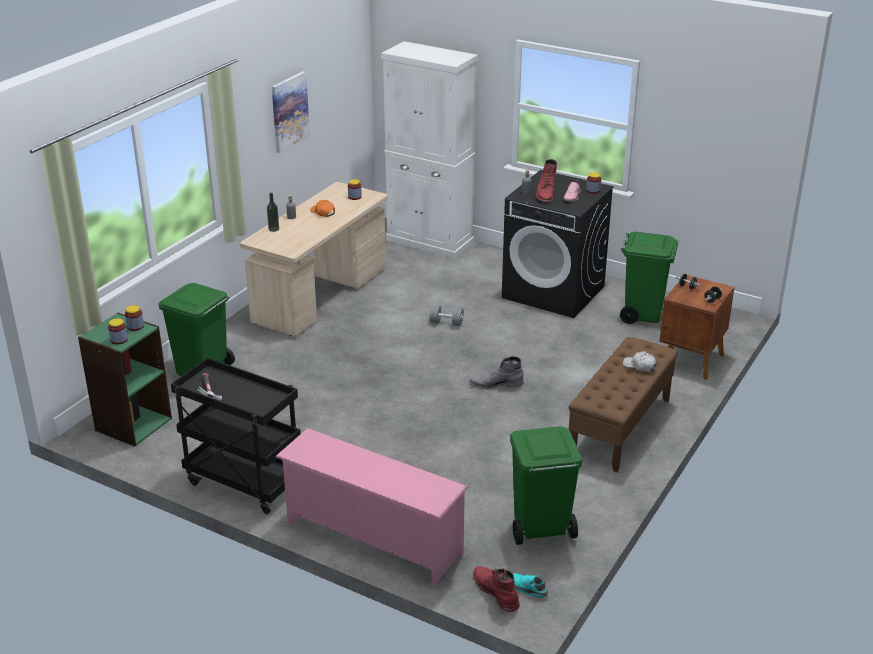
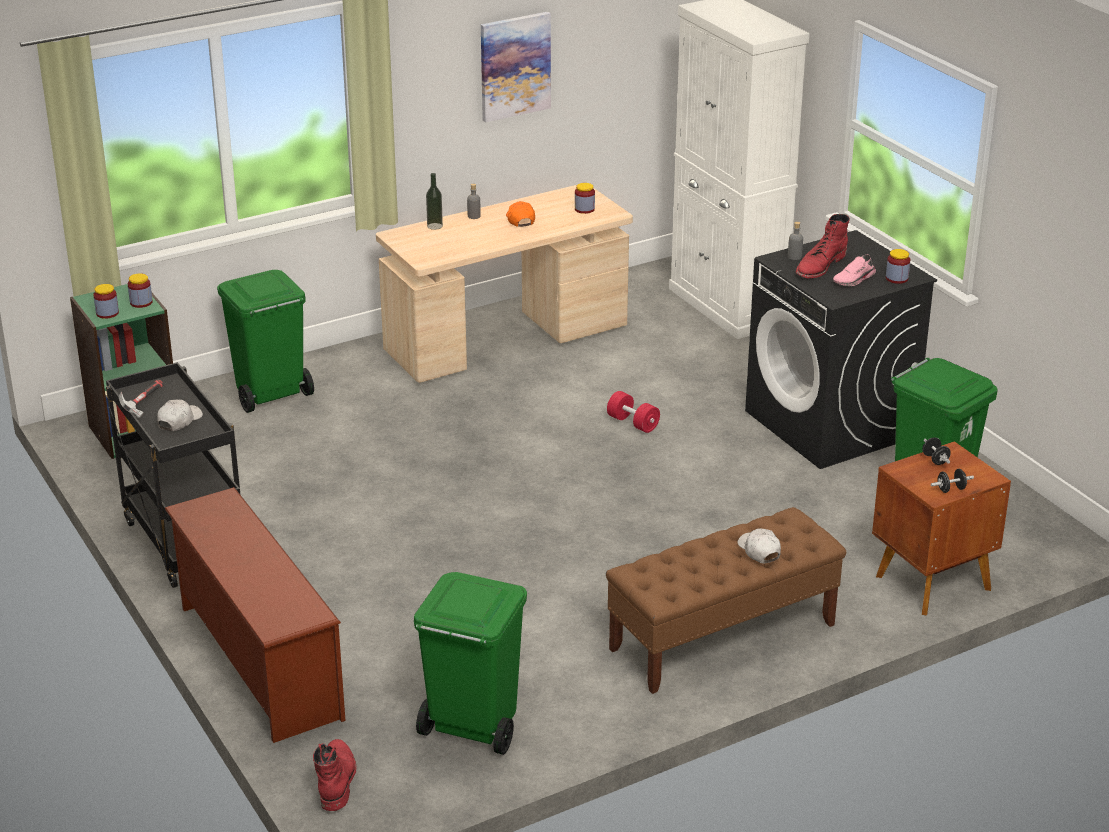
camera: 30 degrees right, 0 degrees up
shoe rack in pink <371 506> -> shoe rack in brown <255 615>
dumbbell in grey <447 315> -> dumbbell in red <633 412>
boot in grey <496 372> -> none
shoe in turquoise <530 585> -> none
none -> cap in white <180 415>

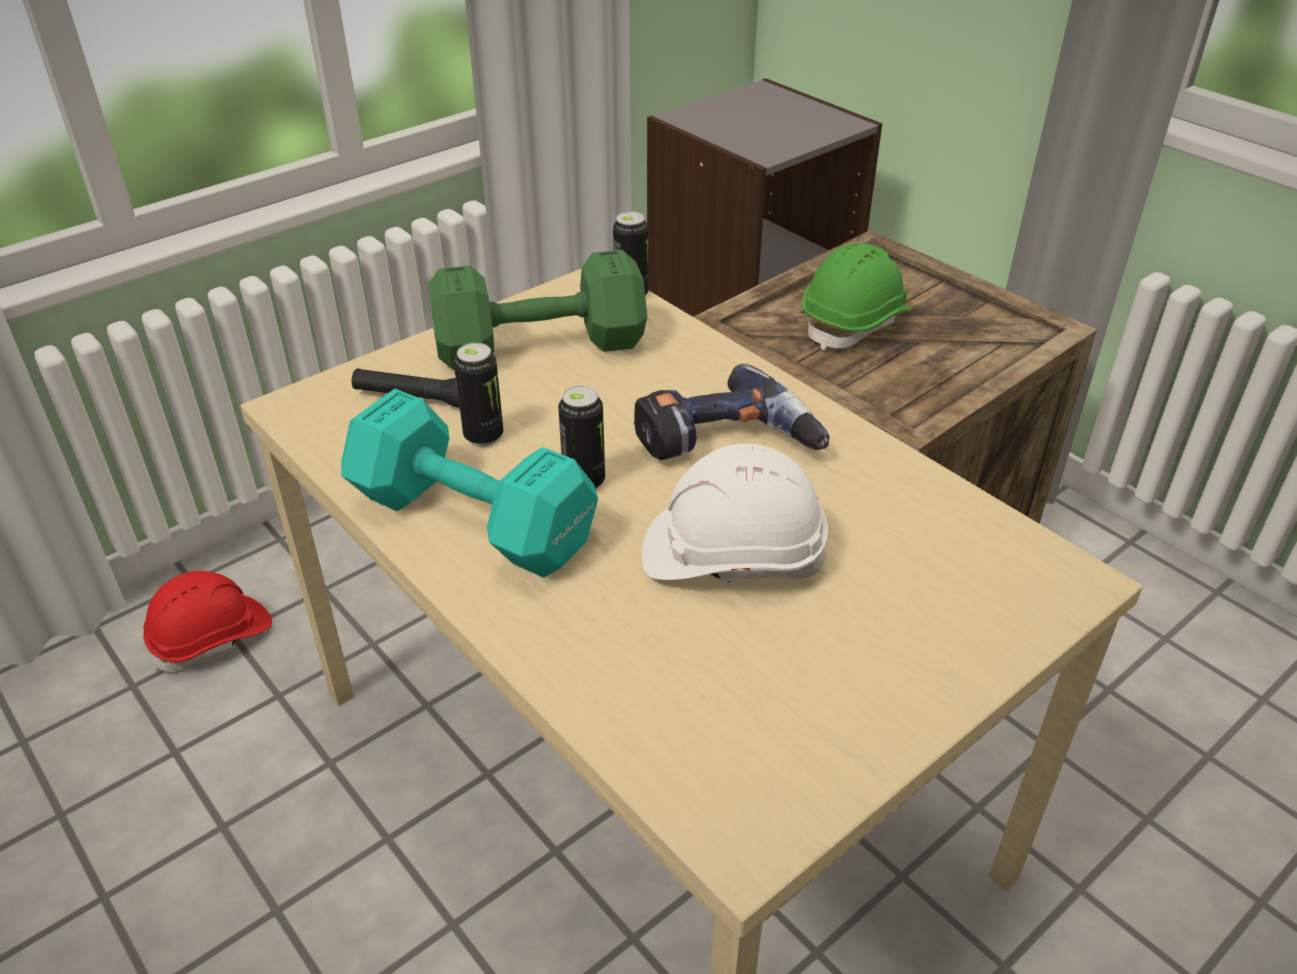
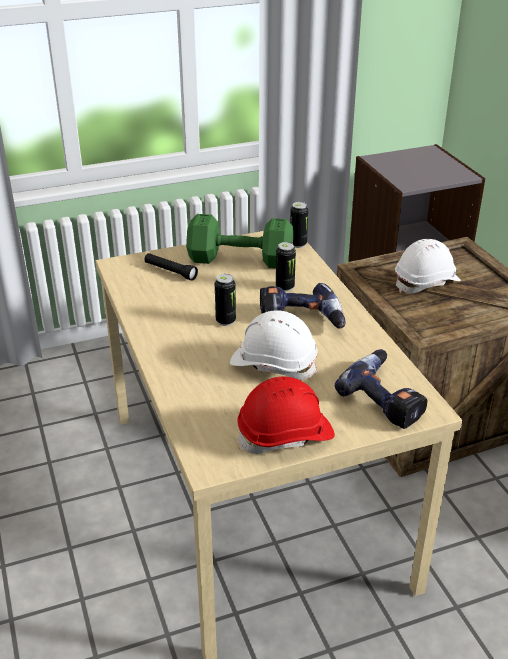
camera: 20 degrees right, 5 degrees down
hard hat in red <207 621> -> hard hat in red <286 415>, shifted
dumbbell in turquoise <469 483> -> none
can <478 394> -> can <286 267>, shifted
hard hat in green <856 297> -> hard hat in white <428 266>
none -> power drill <381 389>

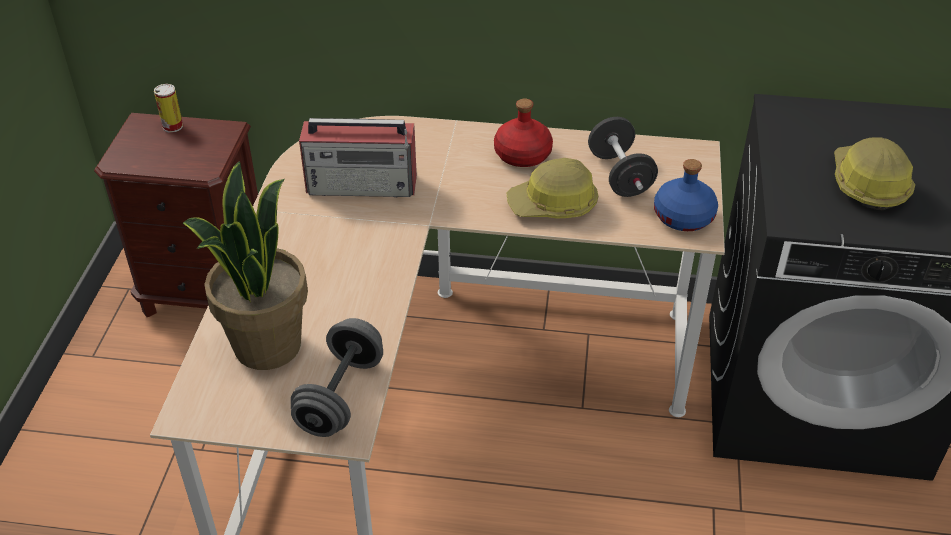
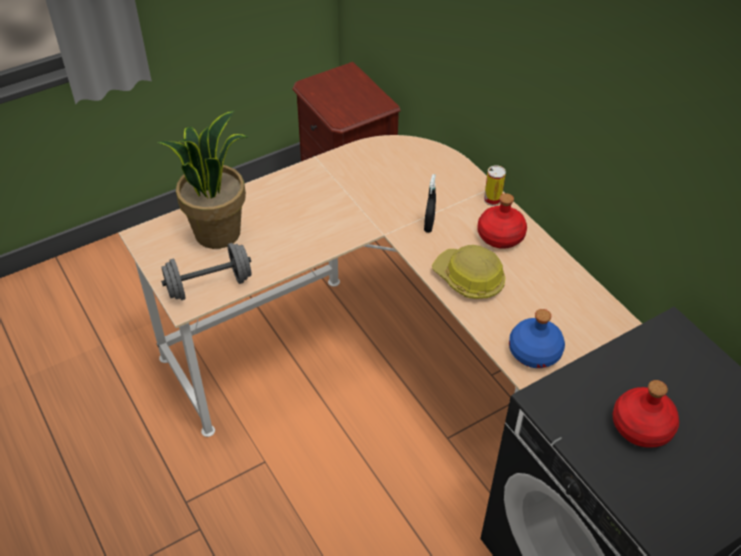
camera: 50 degrees right, 5 degrees up
can <168 108> -> can <495 185>, shifted
radio <358 157> -> none
dumbbell in black <623 157> -> none
hard hat <874 173> -> bottle in red <646 414>
none -> spray bottle in black <430 203>

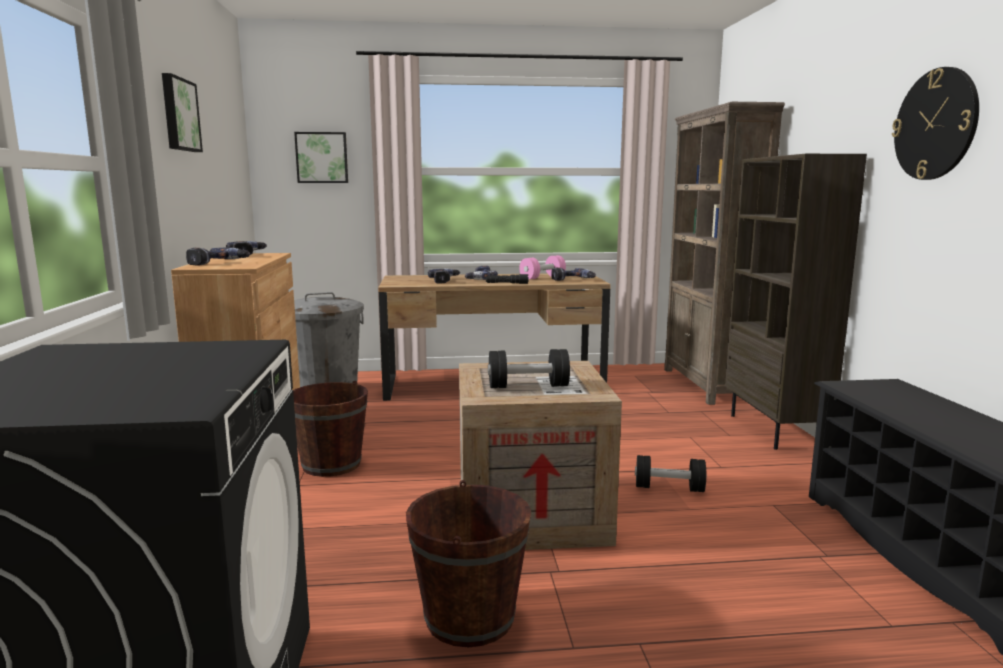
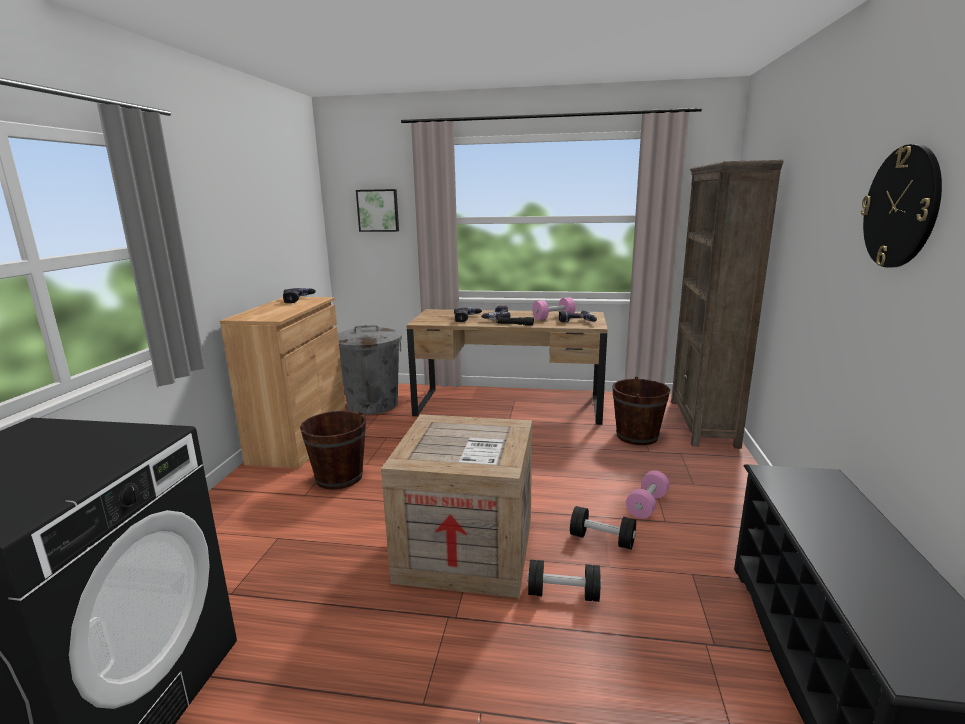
camera: 15 degrees right, 5 degrees up
picture <182 112> -> none
power drill <218 257> -> none
bucket in brown <468 563> -> bucket in brown <641 410>, shifted
dumbbell in black <529 368> -> dumbbell in black <564 581>, shifted
bookcase in brown <796 302> -> none
none -> dumbbell in pink <648 494>

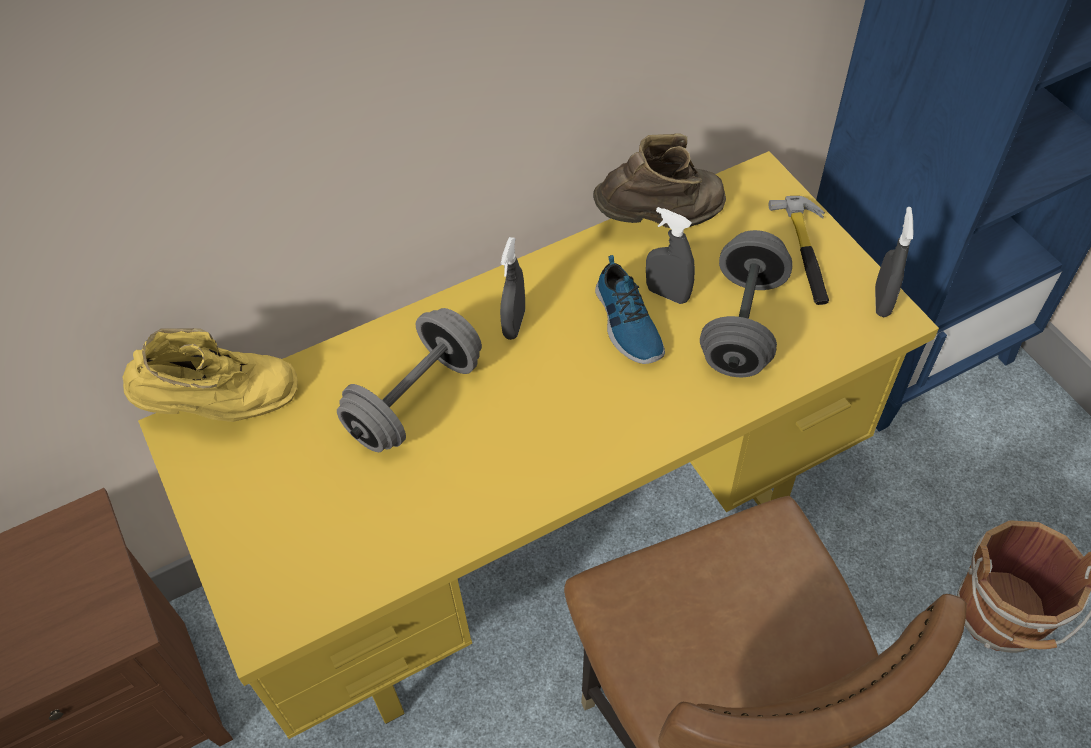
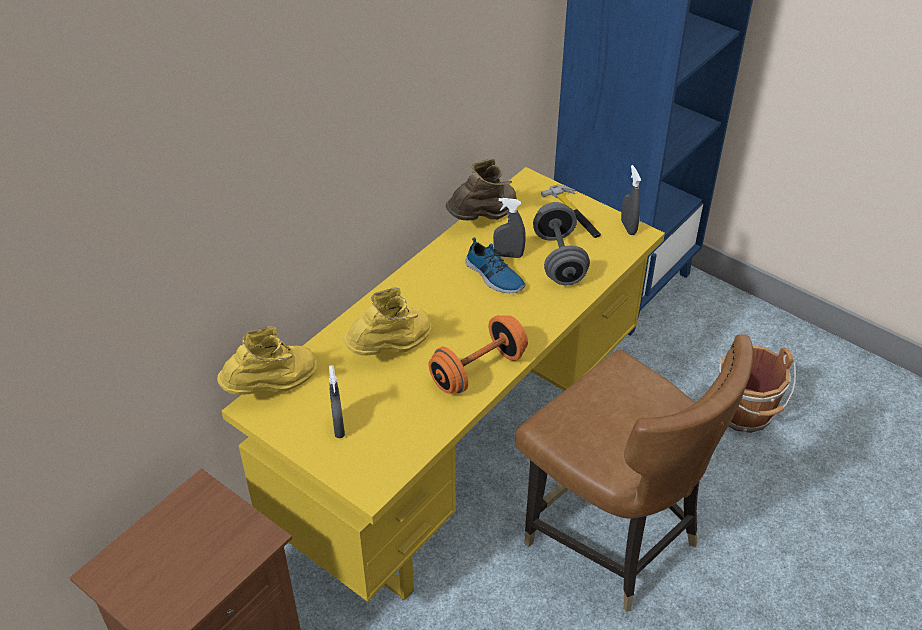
camera: 25 degrees left, 10 degrees down
dumbbell in grey <409 380> -> boot in yellow <387 321>
spray bottle in grey <512 288> -> spray bottle in grey <337 401>, shifted
none -> dumbbell in orange <478 354>

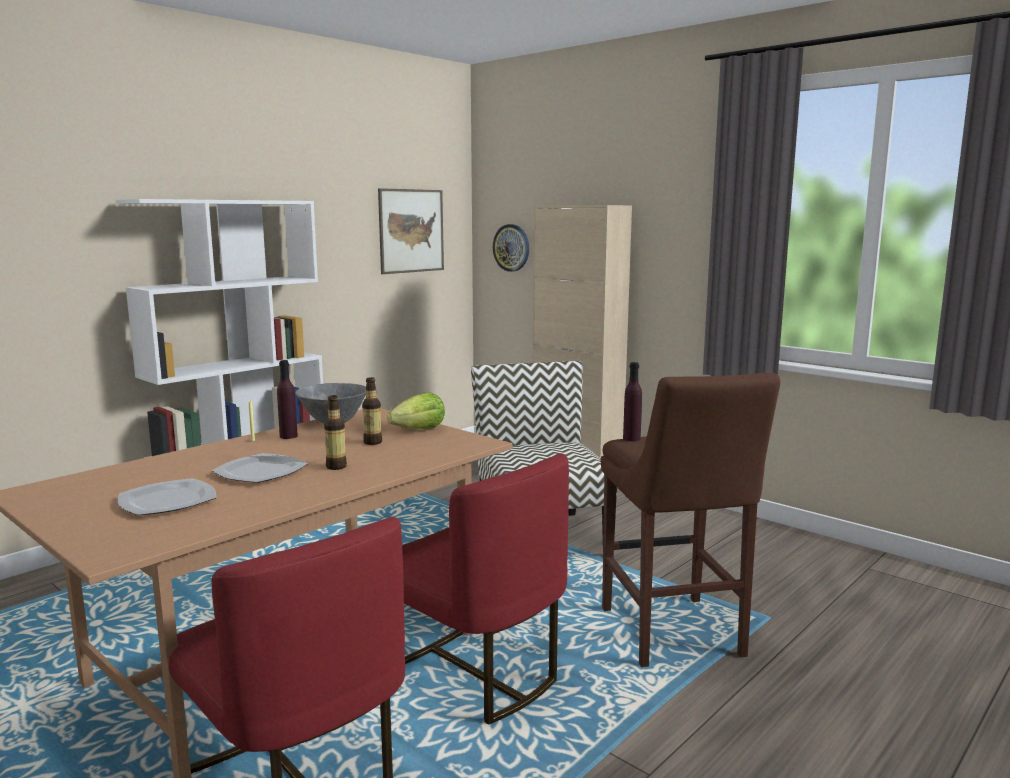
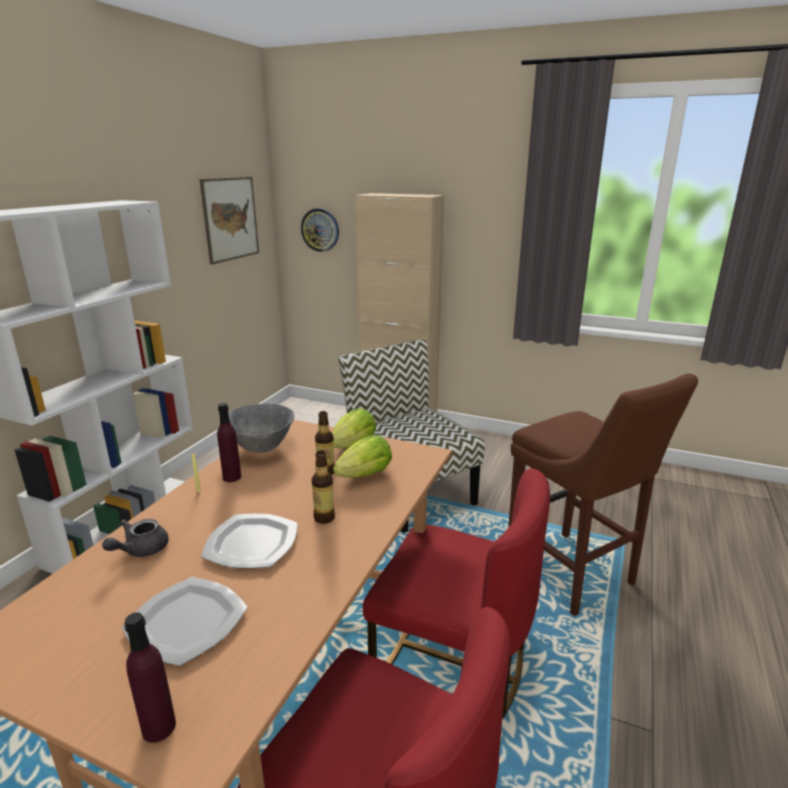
camera: 20 degrees left, 10 degrees up
bottle in purple <632 401> -> bottle in purple <150 677>, shifted
none -> teapot in grey <135 538>
none -> lettuce <362 456>

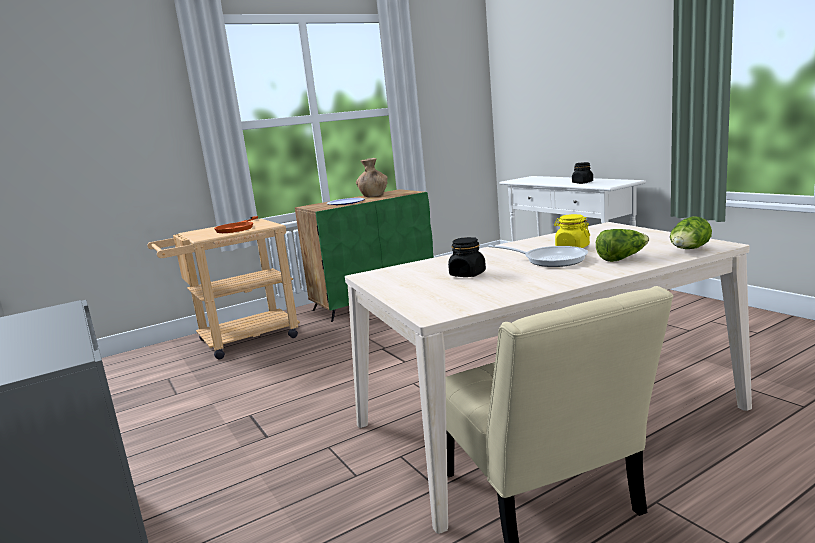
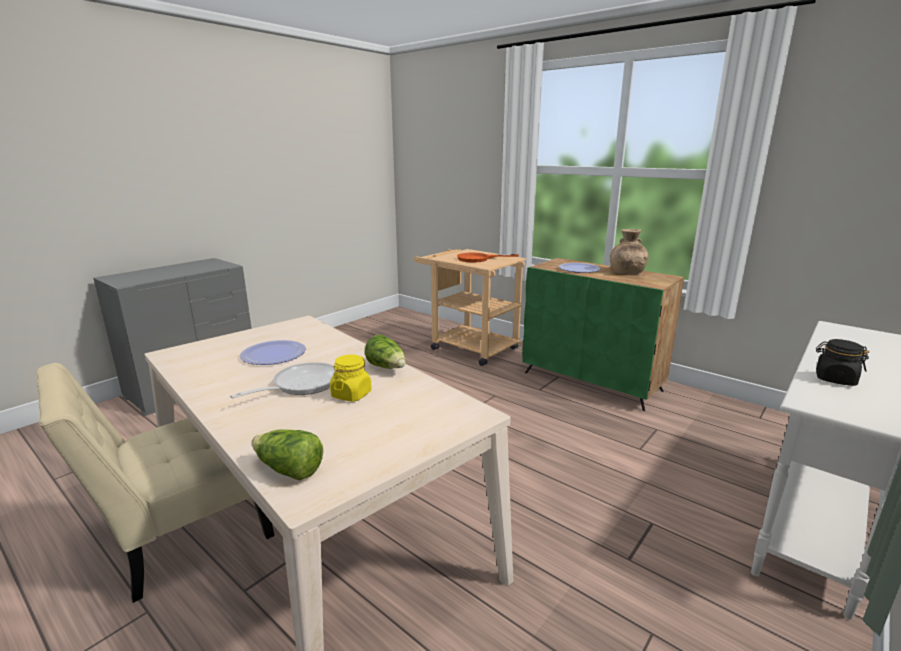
camera: 70 degrees right, 5 degrees up
jar in black <467 257> -> plate <273 352>
frying pan <538 256> -> frying pan <282 380>, 150 degrees counterclockwise
lettuce <622 245> -> lettuce <385 351>, shifted

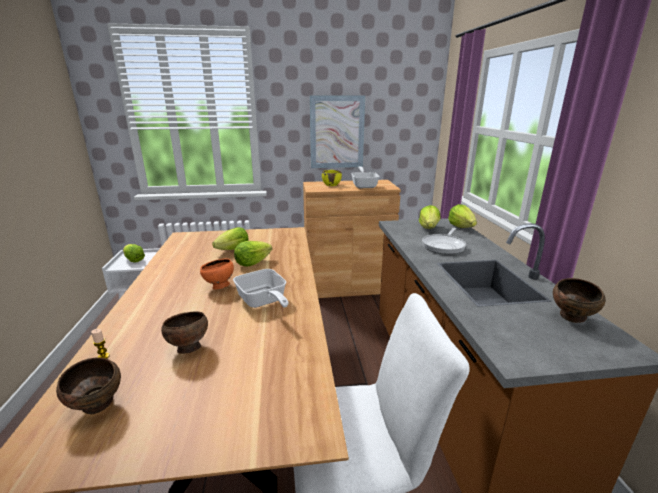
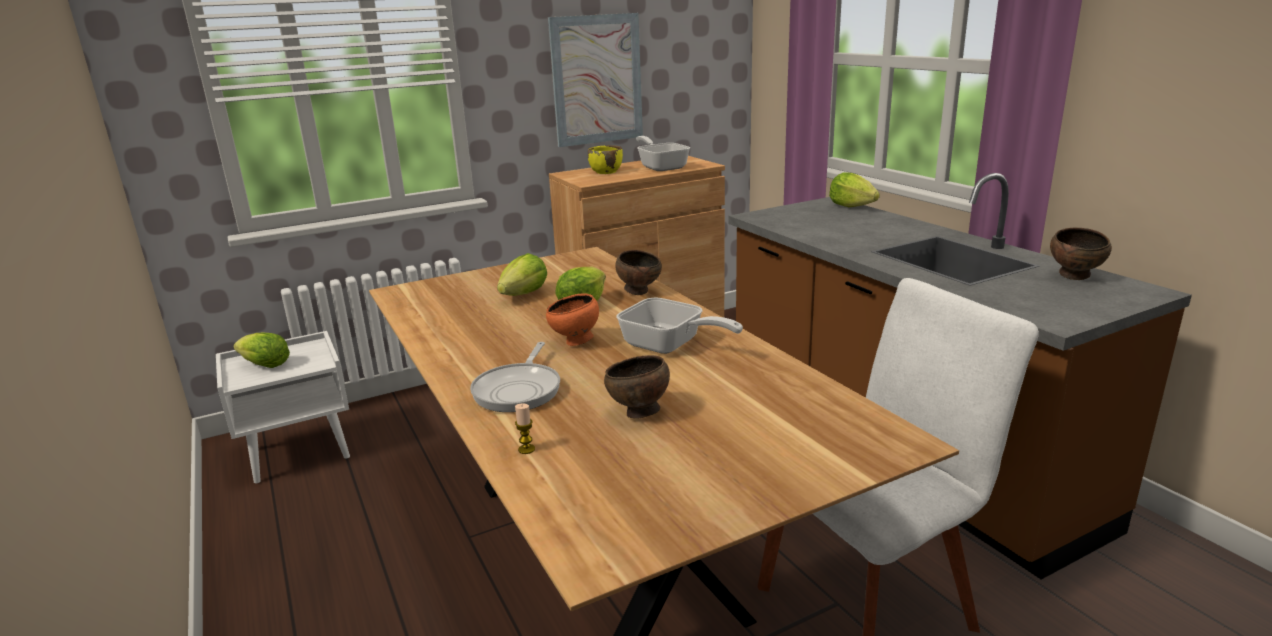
camera: 20 degrees left, 0 degrees up
bowl in brown <88 385> -> bowl in brown <638 272>, shifted
lettuce <430 217> -> none
frying pan <444 241> -> frying pan <515 377>, shifted

